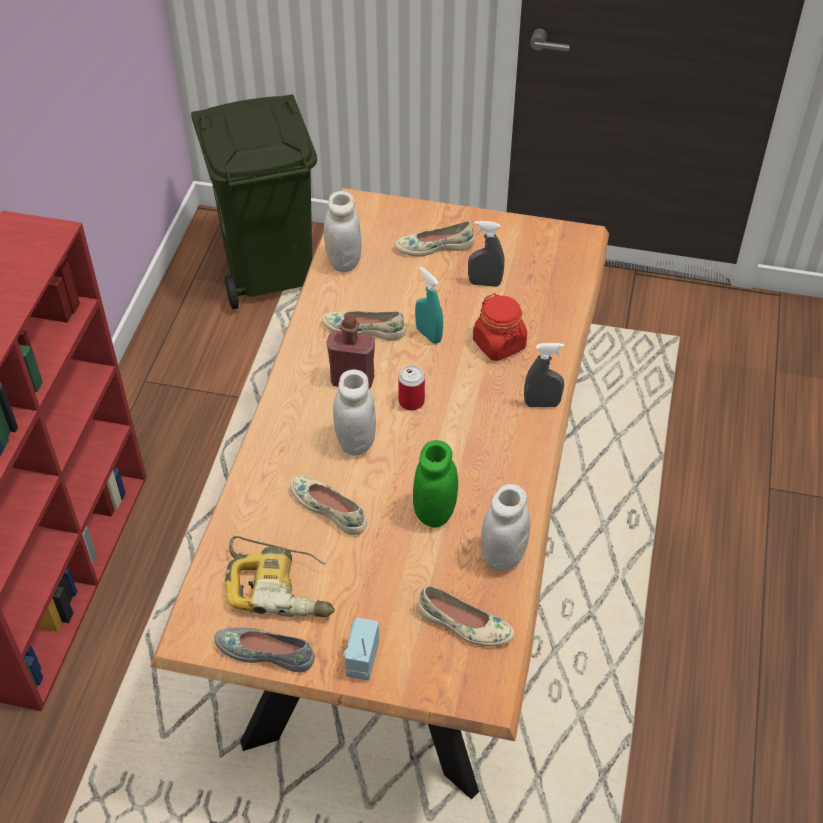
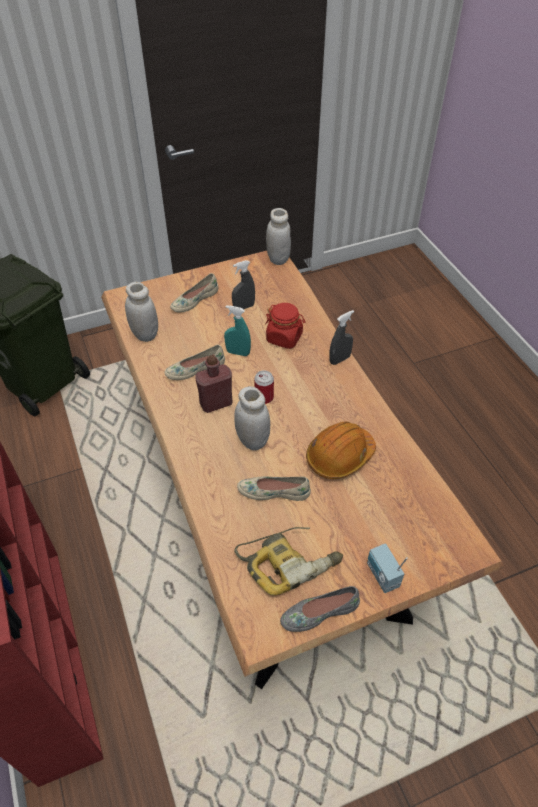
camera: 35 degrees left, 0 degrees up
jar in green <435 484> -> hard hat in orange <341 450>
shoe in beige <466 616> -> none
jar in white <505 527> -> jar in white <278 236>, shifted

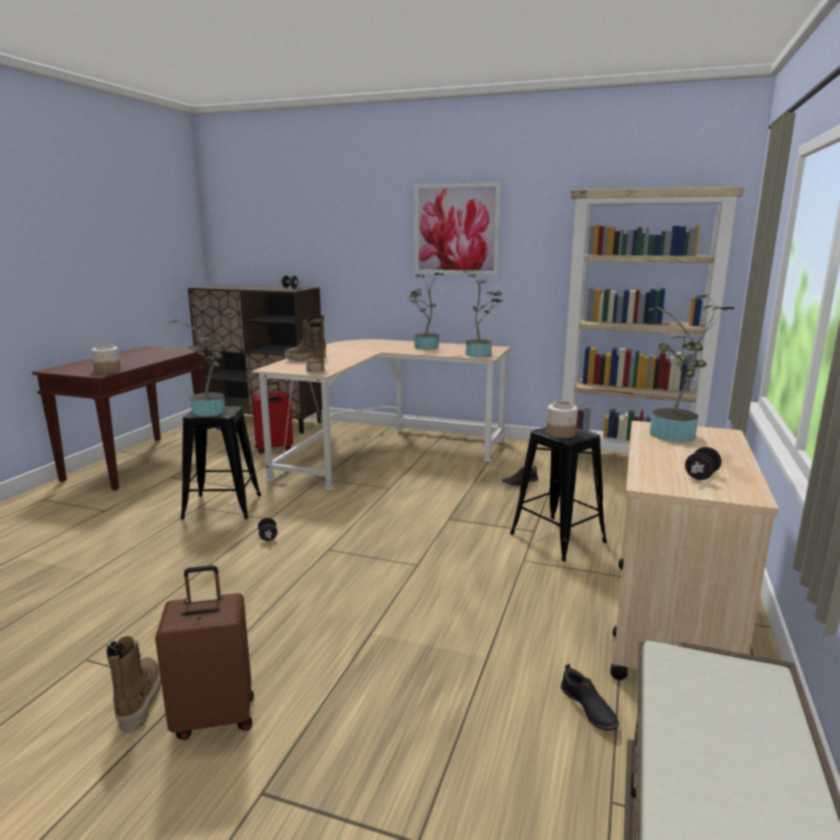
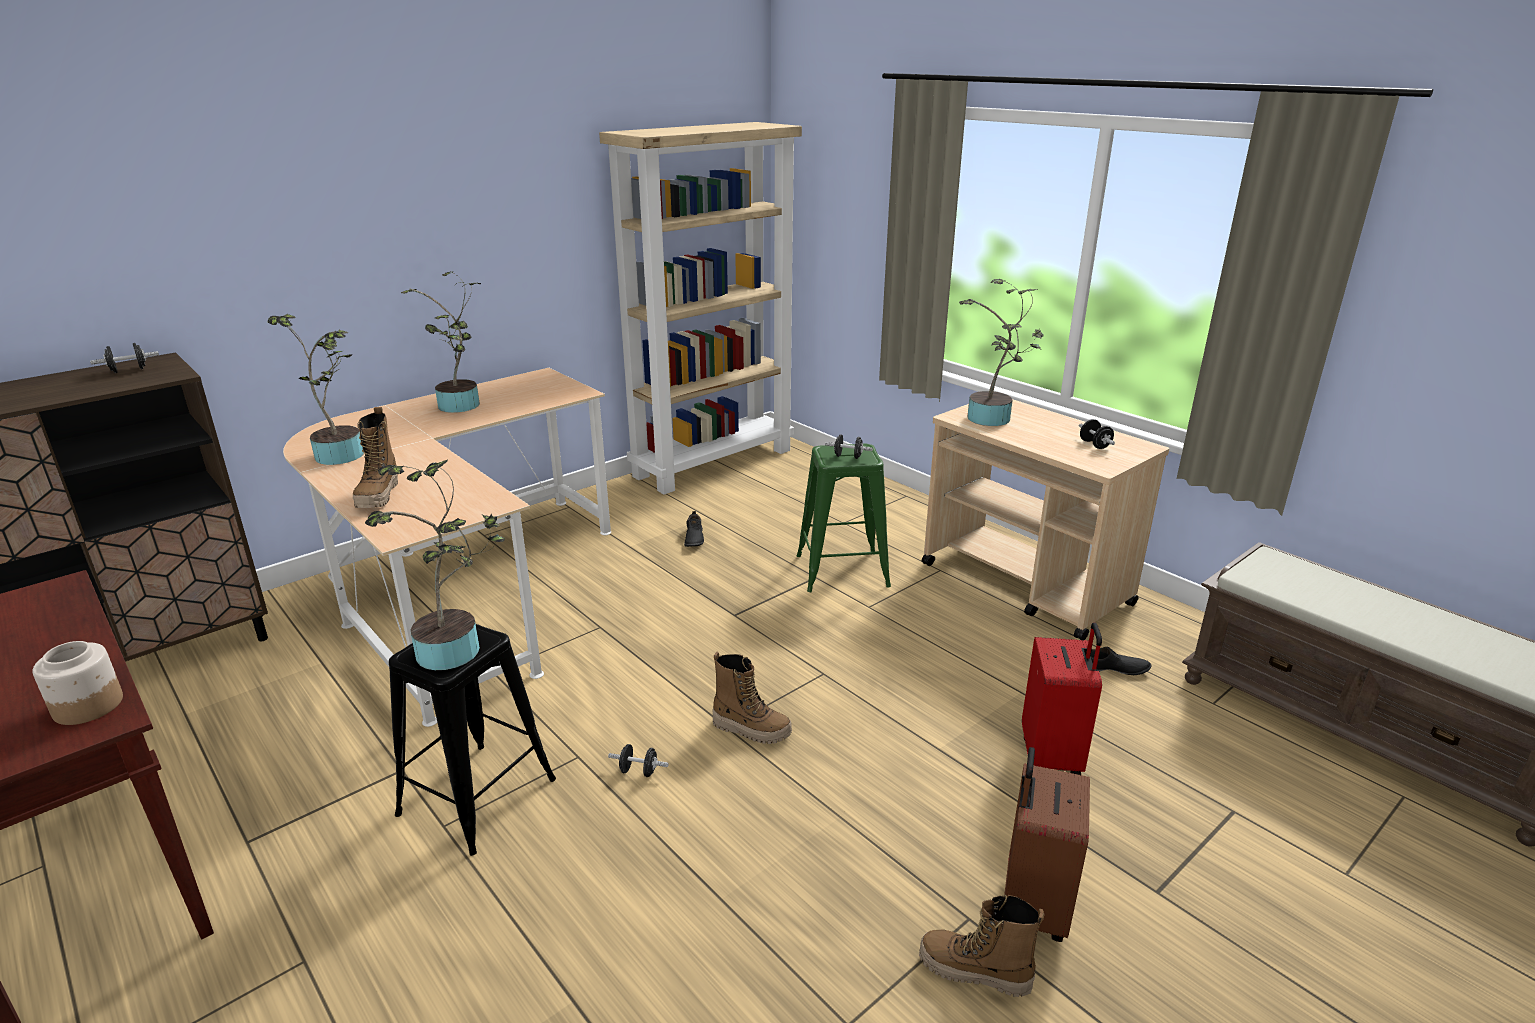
camera: 60 degrees left, 10 degrees up
suitcase in red <272 418> -> suitcase in red <1062 698>, shifted
boot <315 346> -> boot <752 698>, shifted
picture <458 228> -> none
potted plant <483 313> -> potted plant <315 389>, shifted
stool in black <558 494> -> stool in green <844 518>
jar <562 419> -> dumbbell in black <849 447>

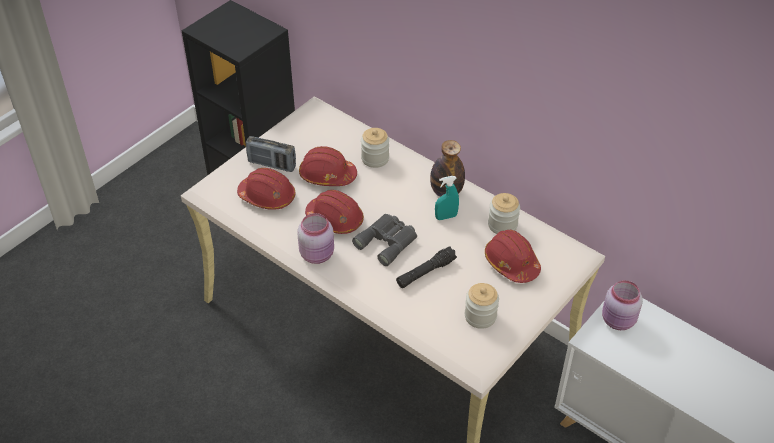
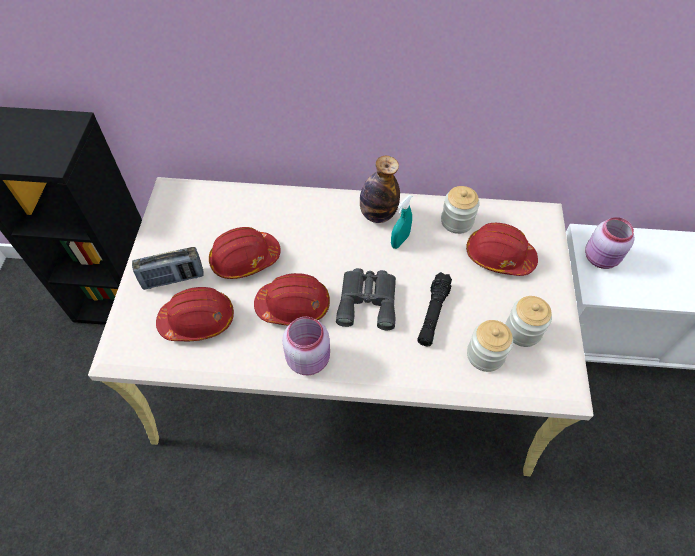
camera: 35 degrees left, 10 degrees up
jar <375 148> -> jar <490 346>, shifted

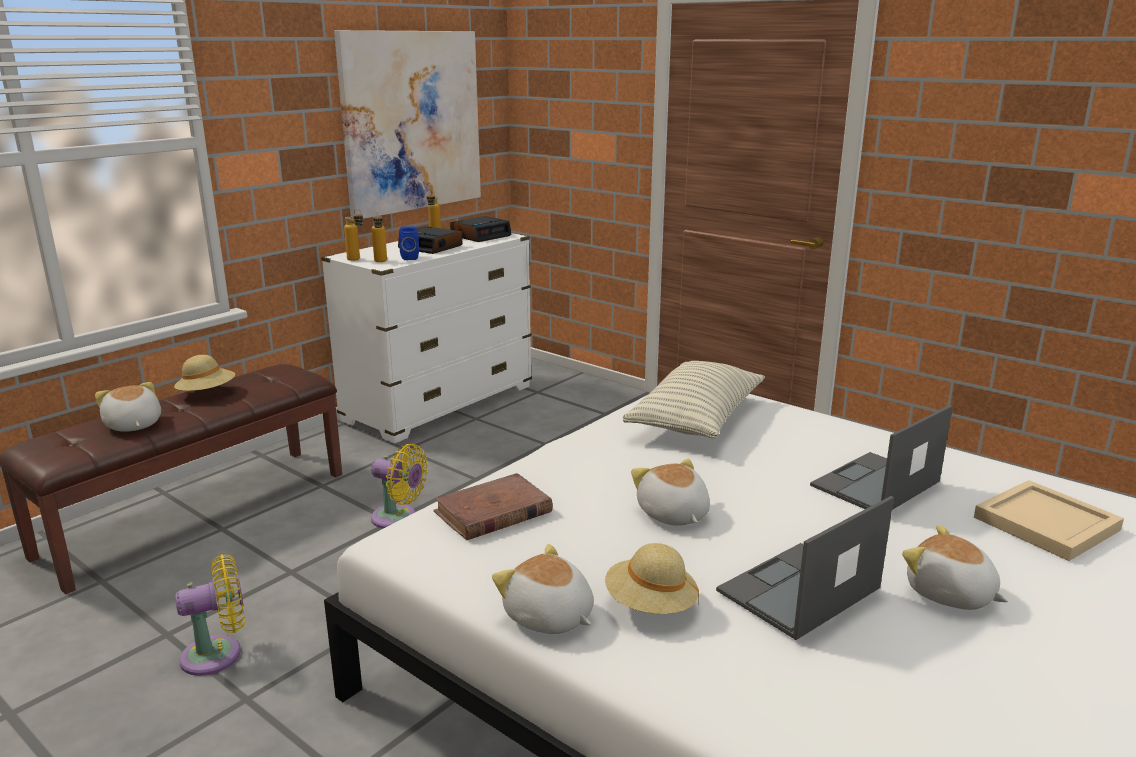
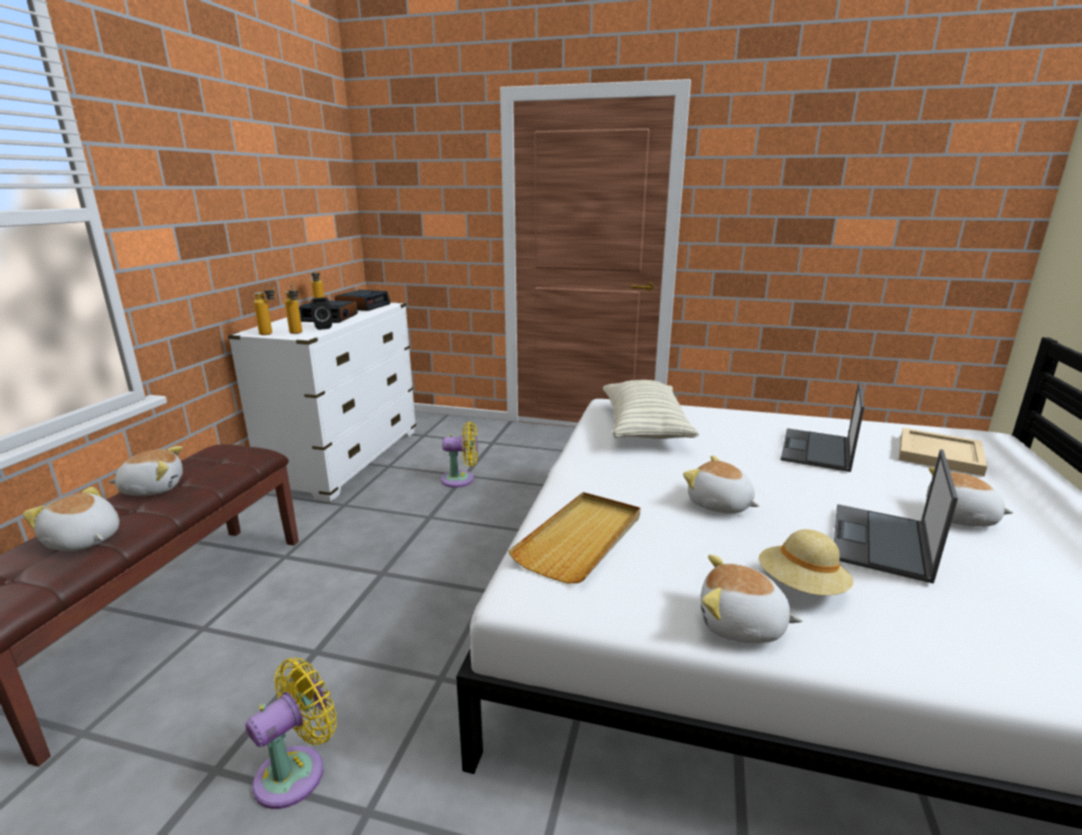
camera: 25 degrees left, 0 degrees up
hat in beige <204 373> -> plush toy <146 471>
picture <407 125> -> none
fan in yellow <399 486> -> fan in yellow <459 455>, shifted
speaker in blue <409 243> -> speaker in black <321 313>
book in brown <493 506> -> tray in beige <574 538>

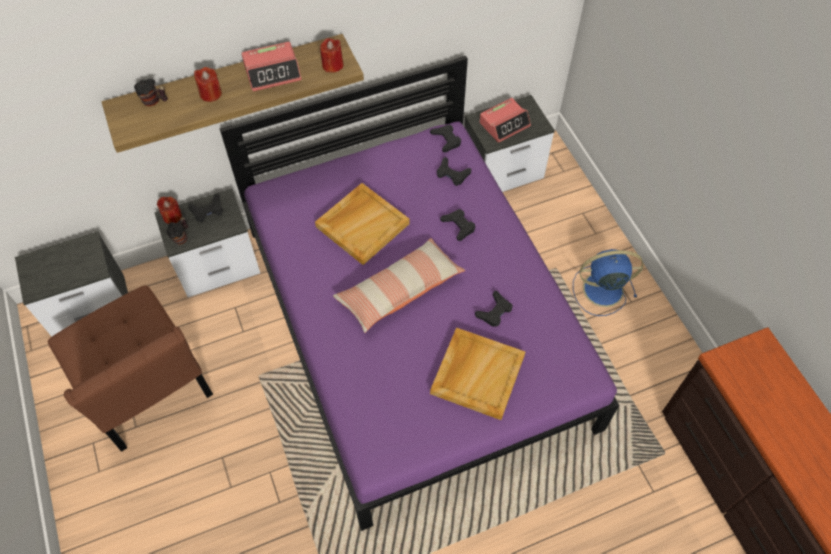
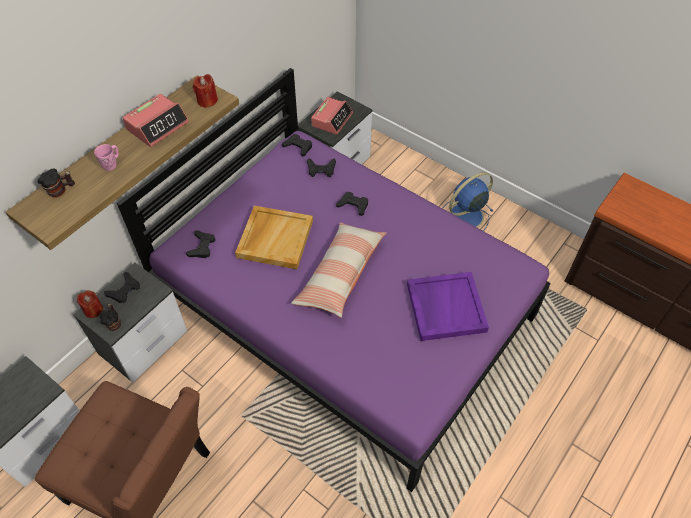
camera: 30 degrees left, 5 degrees down
candle in red <208 84> -> mug in pink <106 157>
tray in beige <477 374> -> tray in purple <448 306>
game controller in black <494 309> -> game controller in black <200 244>, shifted

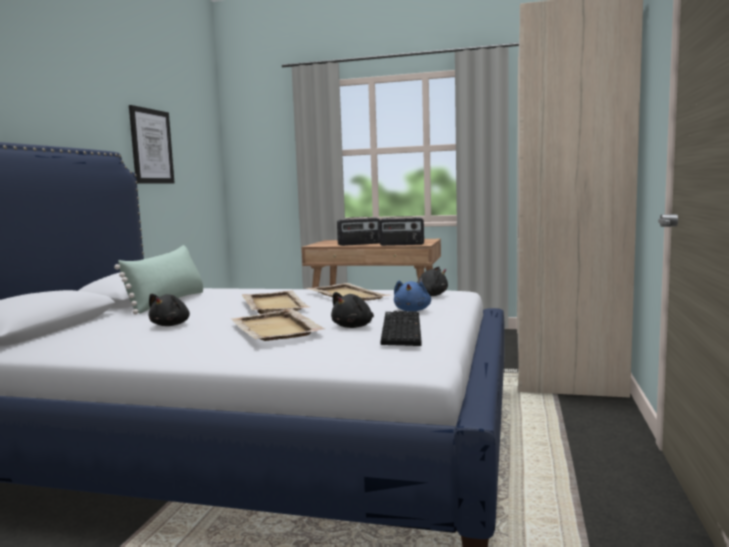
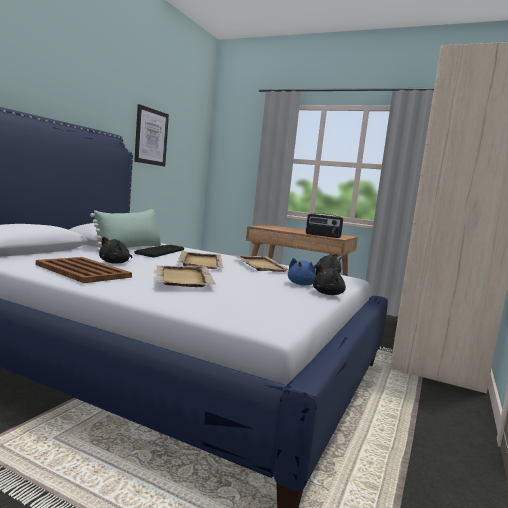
camera: 10 degrees right, 0 degrees up
plush toy in black <352 310> -> plush toy in black <329 280>, shifted
radio <358 231> -> none
keyboard <401 328> -> keyboard <159 251>, shifted
none -> tray in brown <84 270>

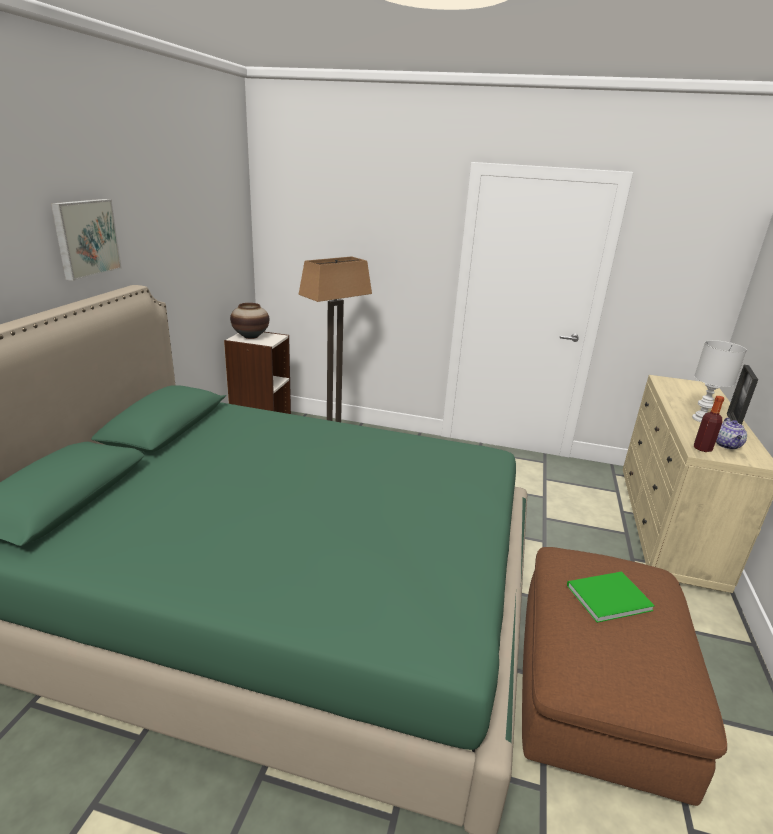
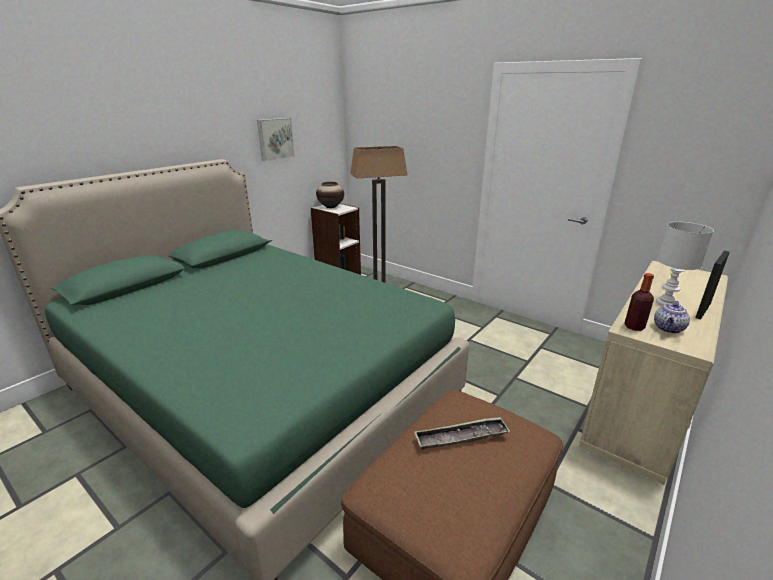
camera: 25 degrees right, 0 degrees up
picture <86 240> -> picture <276 139>, shifted
book in green <611 597> -> tray <462 433>

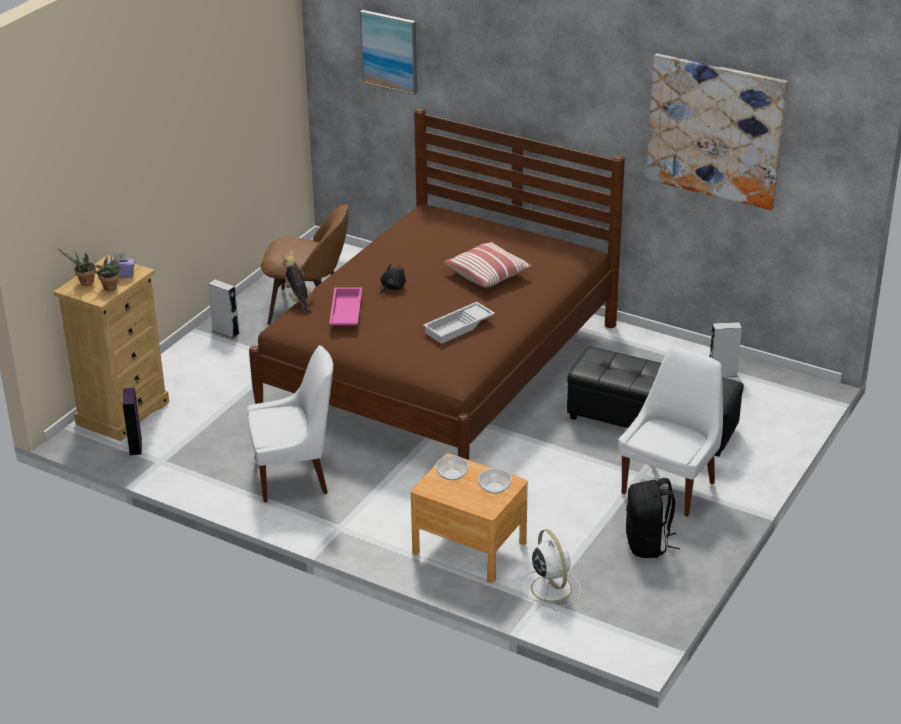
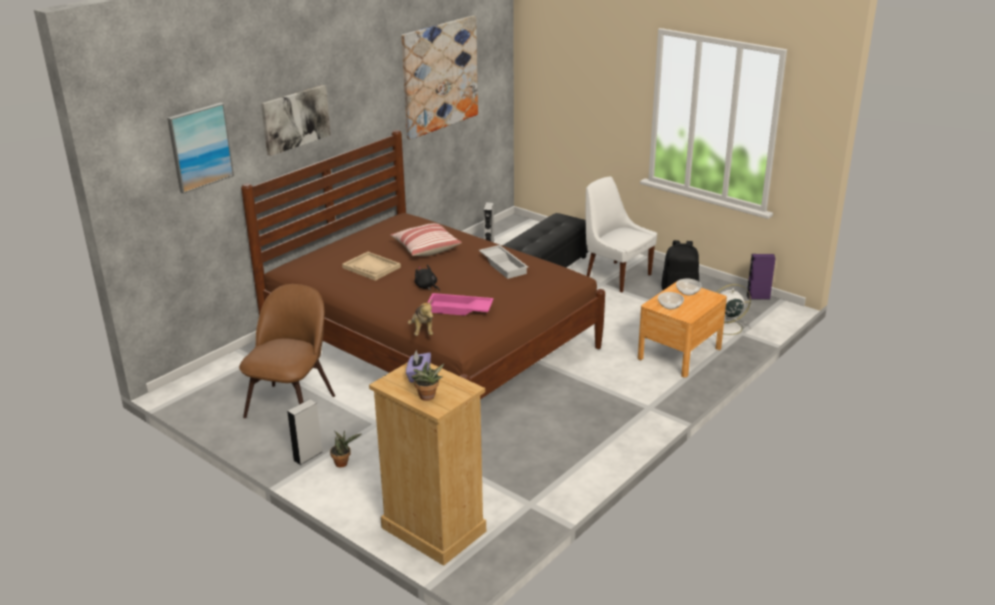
camera: 80 degrees left, 5 degrees down
potted plant <109 273> -> potted plant <346 448>, shifted
speaker in purple <132 422> -> speaker in purple <761 277>, shifted
chair in white <290 423> -> none
plush toy <298 282> -> plush toy <420 317>, 90 degrees counterclockwise
none -> picture <296 120>
none -> tray in beige <371 266>

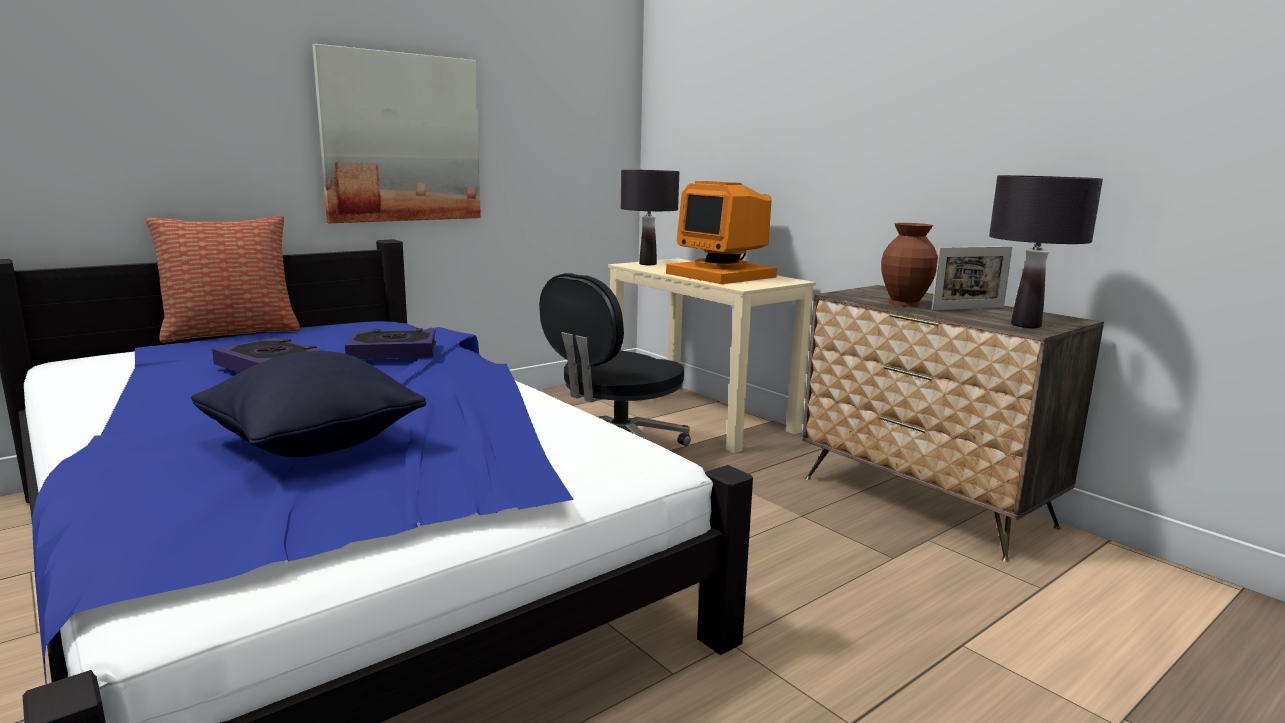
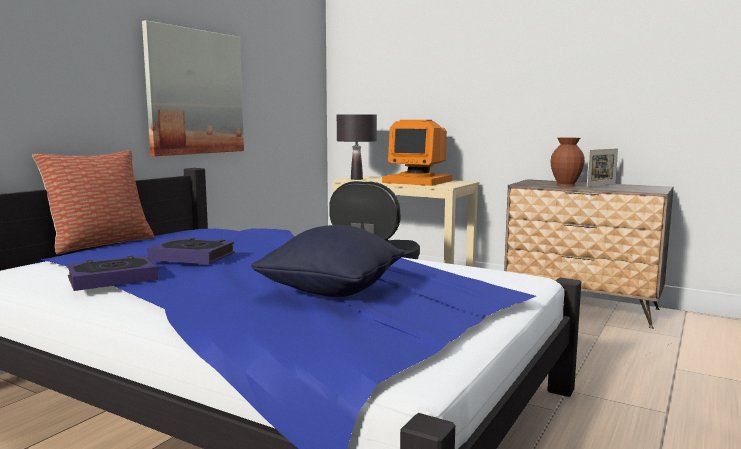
camera: 20 degrees left, 5 degrees down
book <390 344> -> book <112 273>, shifted
table lamp in black <1046 251> -> none

